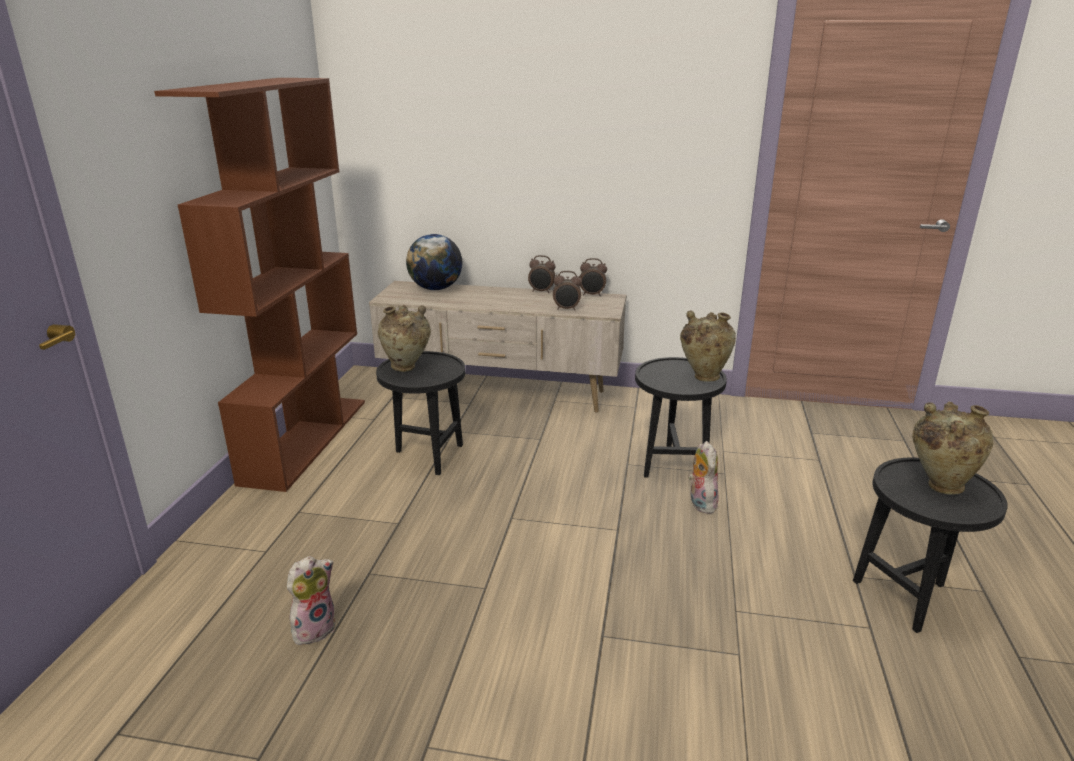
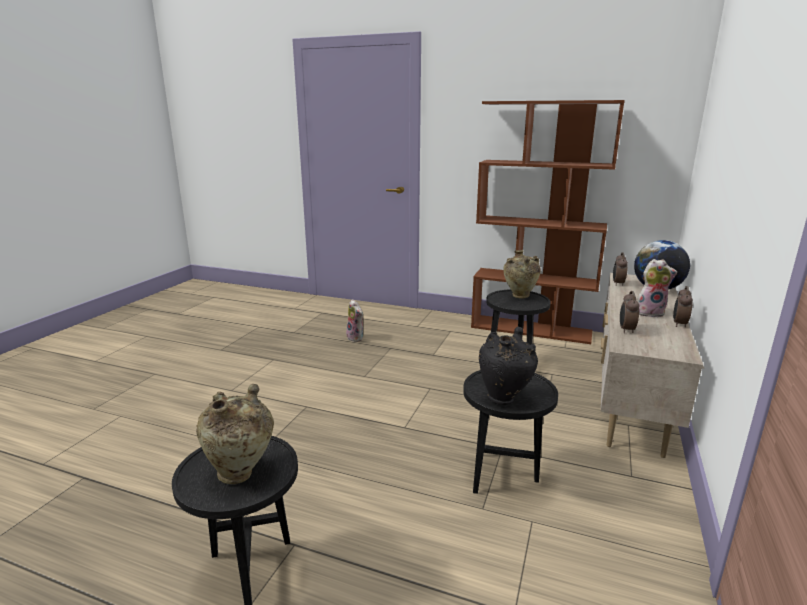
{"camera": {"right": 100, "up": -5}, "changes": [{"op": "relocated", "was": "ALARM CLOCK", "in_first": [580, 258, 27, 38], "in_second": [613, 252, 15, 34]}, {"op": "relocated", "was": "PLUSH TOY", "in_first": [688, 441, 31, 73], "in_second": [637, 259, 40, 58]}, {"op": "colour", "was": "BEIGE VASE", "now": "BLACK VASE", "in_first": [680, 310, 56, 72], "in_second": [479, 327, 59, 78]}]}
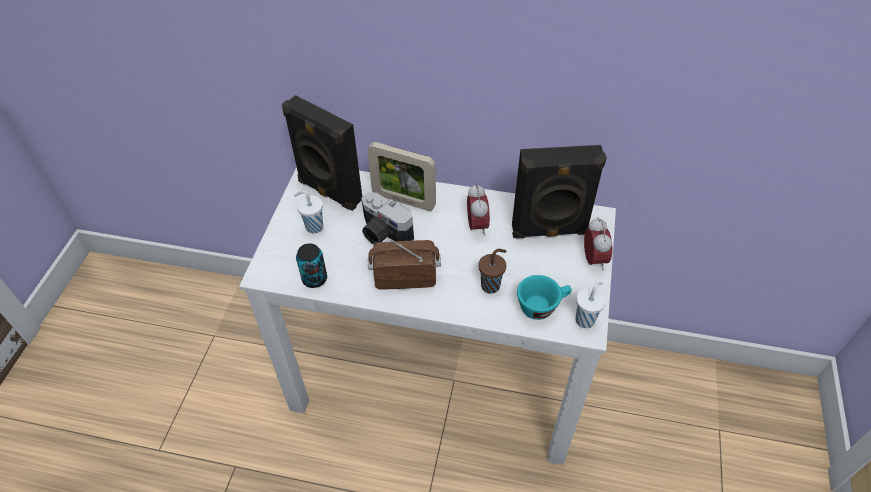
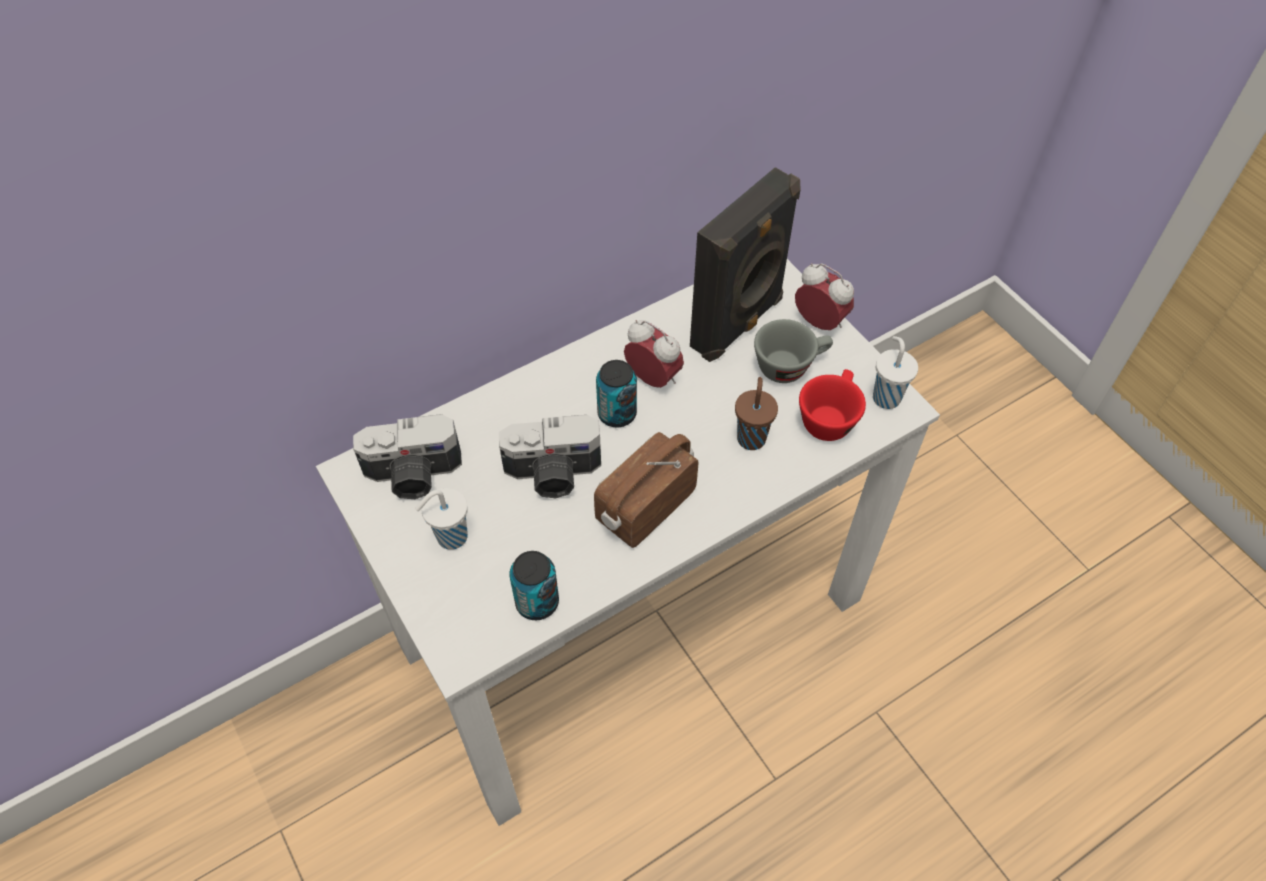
{"camera": {"right": -45, "up": 5}, "changes": [{"op": "missing", "was": "PICTURE FRAME", "in_first": [367, 142, 69, 69]}, {"op": "appeared", "now": "CAN", "in_second": [596, 360, 41, 68]}, {"op": "appeared", "now": "GREY CUP", "in_second": [754, 319, 79, 64]}, {"op": "exchanged", "was": "BLACK SPEAKER", "now": "PHOTO CAMERA", "in_first": [282, 95, 80, 116], "in_second": [353, 414, 109, 85]}, {"op": "colour", "was": "TURQUOISE CUP", "now": "RED CUP", "in_first": [517, 275, 55, 45], "in_second": [799, 369, 67, 72]}]}
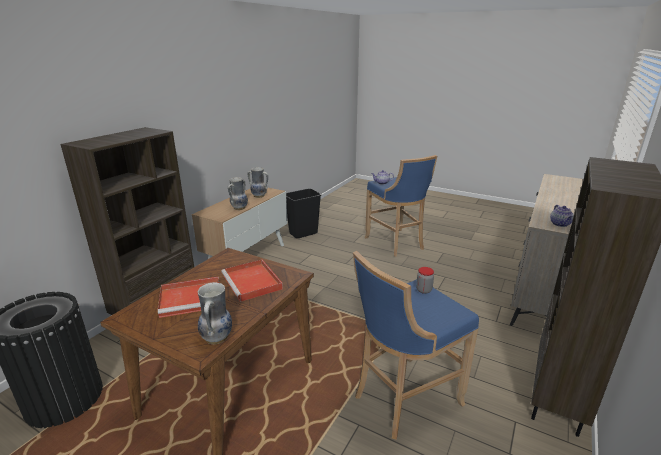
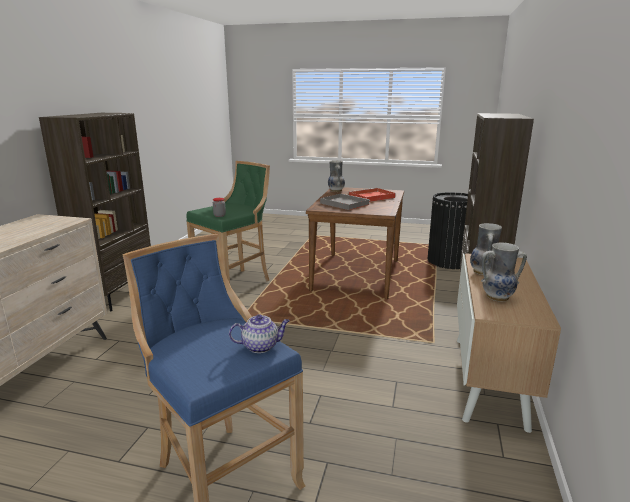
{"camera": {"right": 165, "up": -5}, "changes": [{"op": "missing", "was": "BLACK TRASH CAN", "in_first": [286, 188, 35, 50]}, {"op": "missing", "was": "TEAPOT", "in_first": [550, 205, 24, 22]}, {"op": "colour", "was": "RED TRAY", "now": "GREY TRAY", "in_first": [221, 259, 62, 43], "in_second": [320, 193, 50, 17]}, {"op": "colour", "was": "BLUE STOOL", "now": "GREEN STOOL", "in_first": [353, 251, 126, 189], "in_second": [186, 161, 84, 122]}]}
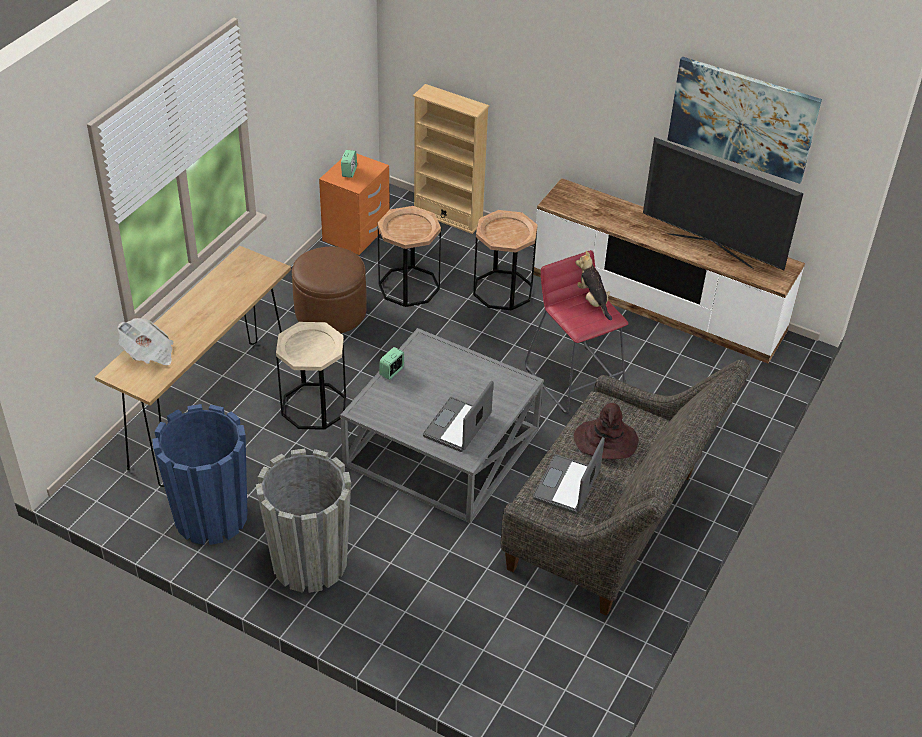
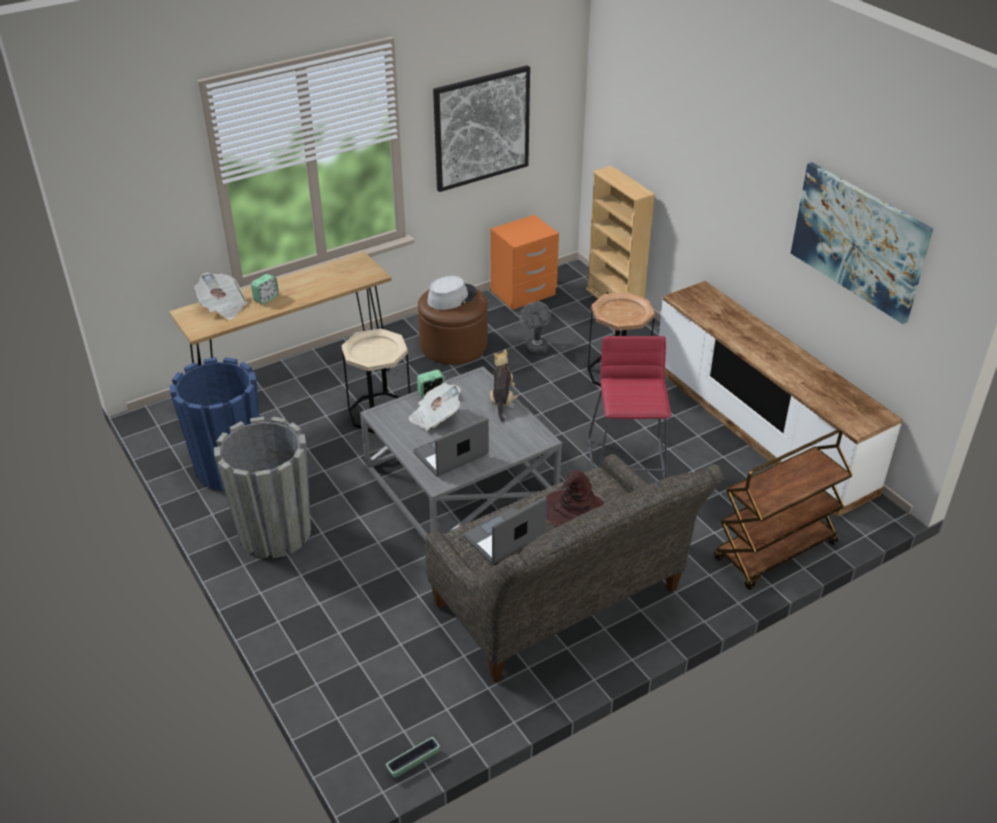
{"camera": {"right": 30, "up": -5}, "changes": [{"op": "missing", "was": "TELEVISION", "in_first": [643, 137, 161, 133]}, {"op": "appeared", "now": "PLANTER", "in_second": [386, 737, 54, 42]}, {"op": "appeared", "now": "NEWSPAPER", "in_second": [409, 383, 52, 48]}, {"op": "appeared", "now": "GREY HAT", "in_second": [427, 276, 49, 34]}, {"op": "appeared", "now": "PICTURE", "in_second": [433, 65, 97, 127]}, {"op": "appeared", "now": "BROWN CART", "in_second": [714, 429, 139, 161]}, {"op": "relocated", "was": "ALARM CLOCK", "in_first": [341, 150, 16, 28], "in_second": [251, 274, 28, 30]}, {"op": "relocated", "was": "PLUSH TOY", "in_first": [575, 250, 37, 70], "in_second": [490, 349, 28, 73]}, {"op": "exchanged", "was": "BROWN SIDE TABLE", "now": "GREY FAN", "in_first": [377, 206, 64, 101], "in_second": [519, 302, 32, 53]}]}
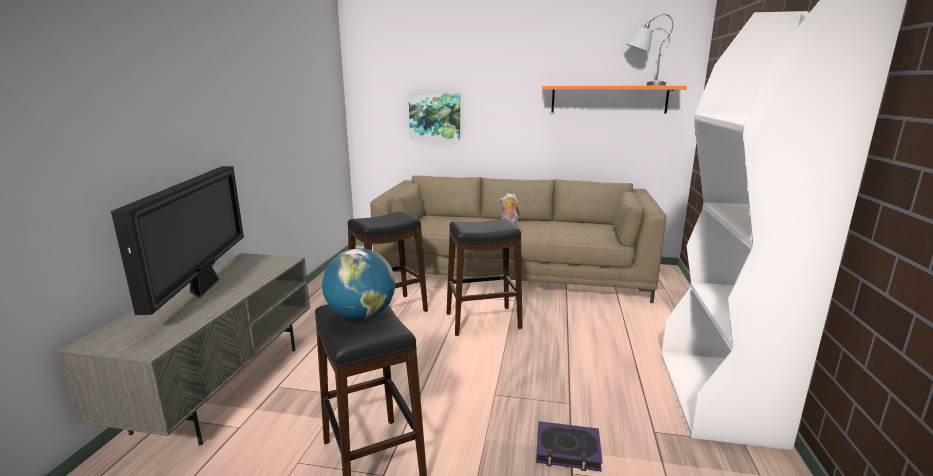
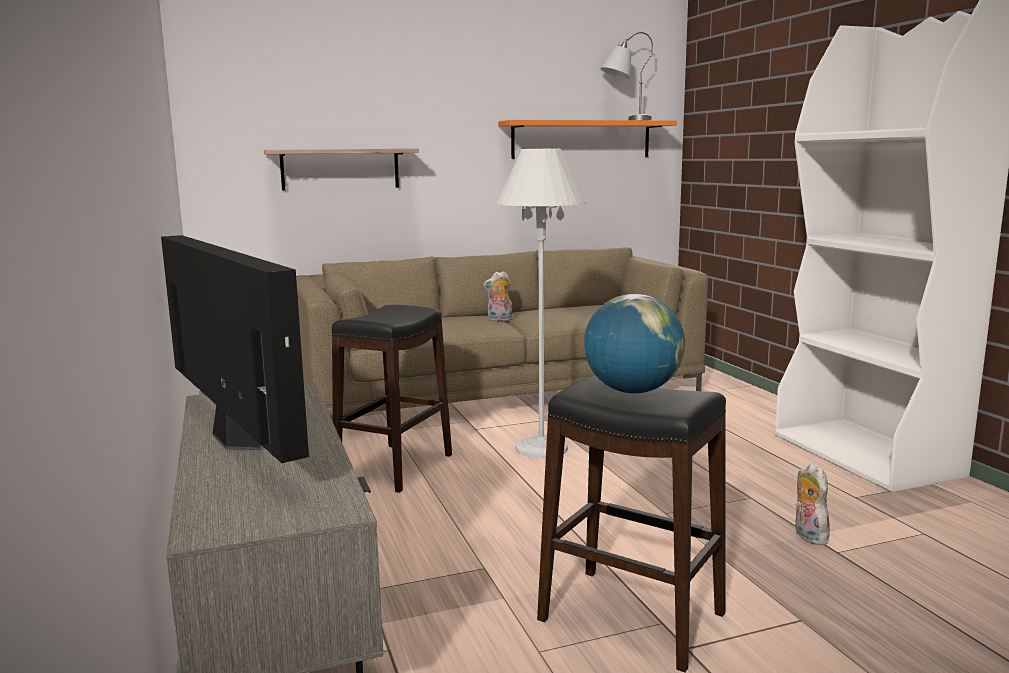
{"camera": {"right": -30, "up": -5}, "changes": [{"op": "exchanged", "was": "PICTURE", "now": "SHELF", "in_first": [408, 93, 52, 47], "in_second": [264, 148, 155, 42]}, {"op": "exchanged", "was": "BLACK STOOL", "now": "WHITE FLOOR LAMP", "in_first": [447, 218, 75, 118], "in_second": [496, 149, 90, 309]}, {"op": "exchanged", "was": "BOOK", "now": "PLUSH TOY", "in_first": [536, 421, 66, 50], "in_second": [795, 463, 35, 82]}]}
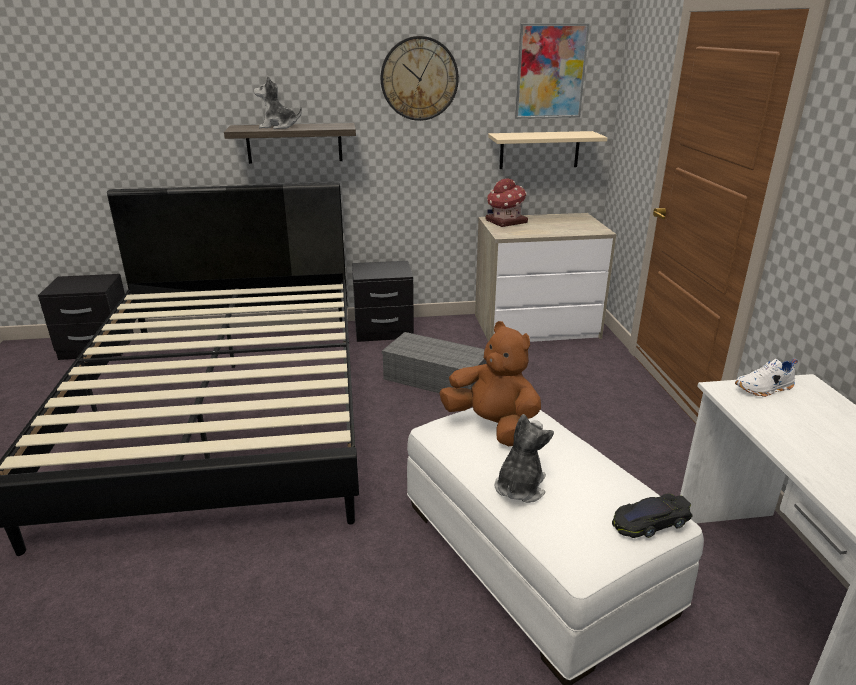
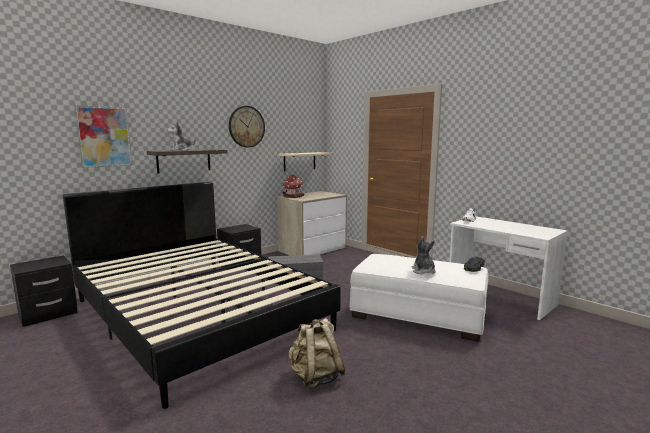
{"camera": {"right": -35, "up": -15}, "changes": [{"op": "missing", "was": "BROWN PLUSH TOY", "in_first": [439, 321, 102, 125]}, {"op": "appeared", "now": "BEIGE BACKPACK", "in_second": [289, 318, 57, 71]}, {"op": "relocated", "was": "PICTURE", "in_first": [515, 23, 75, 96], "in_second": [74, 105, 58, 63]}]}
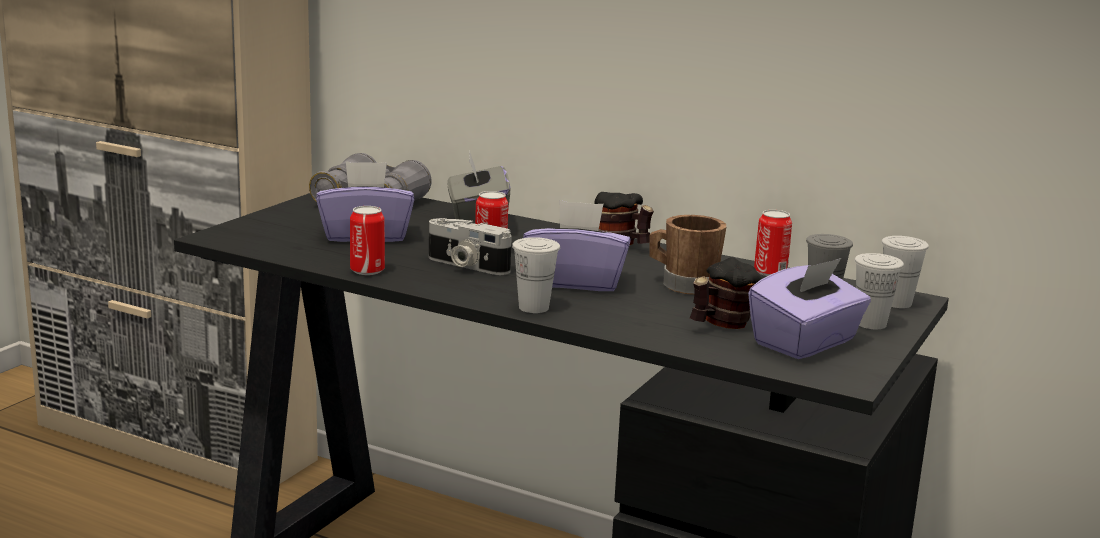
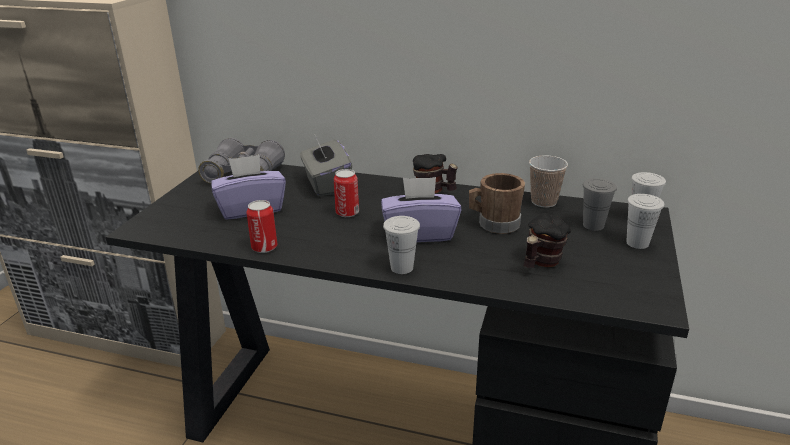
{"camera": {"right": -10, "up": 10}, "changes": [{"op": "missing", "was": "PHOTO CAMERA", "in_first": [429, 218, 83, 57]}, {"op": "missing", "was": "PURPLE TISSUE BOX", "in_first": [748, 258, 123, 101]}, {"op": "exchanged", "was": "CAN", "now": "CUP", "in_first": [754, 210, 38, 66], "in_second": [529, 155, 39, 53]}]}
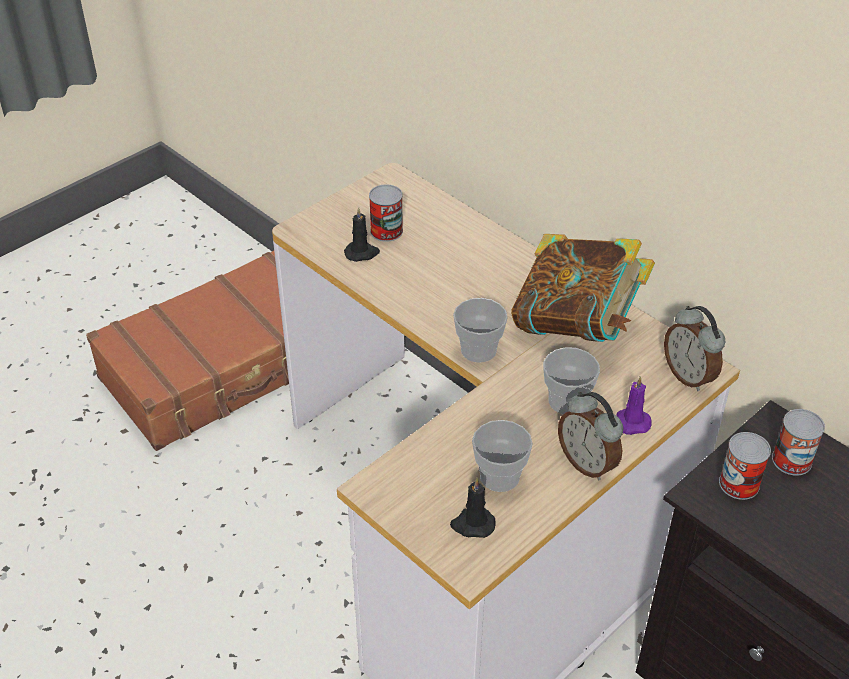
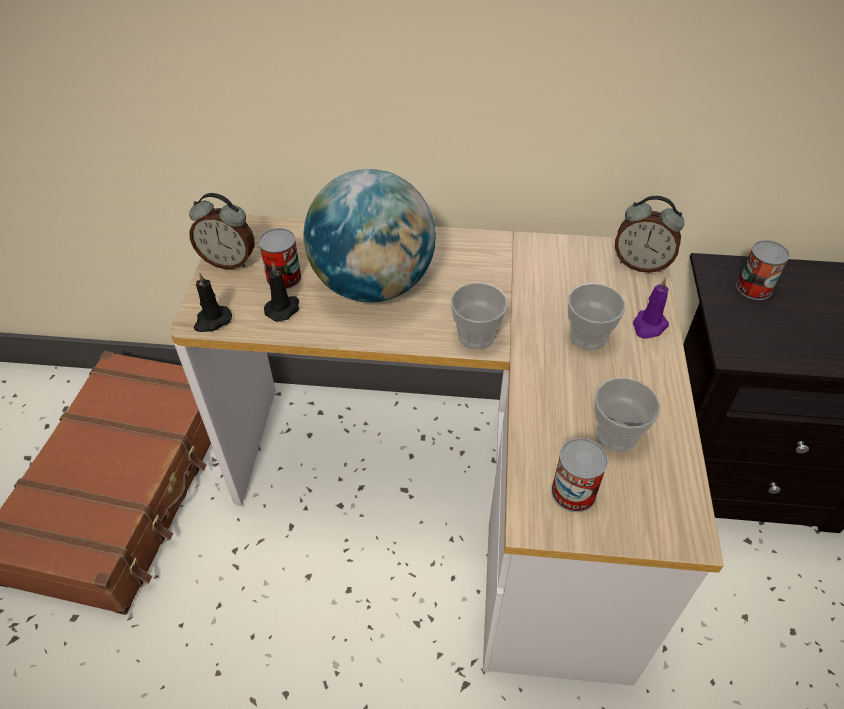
{"camera": {"right": -40, "up": 5}, "changes": [{"op": "missing", "was": "BOOK", "in_first": [511, 234, 144, 108]}, {"op": "appeared", "now": "GLOBE", "in_second": [303, 169, 133, 134]}, {"op": "relocated", "was": "BLACK CANDLE", "in_first": [450, 478, 46, 60], "in_second": [194, 272, 38, 60]}, {"op": "relocated", "was": "ALARM CLOCK", "in_first": [558, 392, 65, 89], "in_second": [189, 193, 66, 76]}, {"op": "relocated", "was": "CAN", "in_first": [719, 432, 52, 68], "in_second": [551, 438, 57, 74]}]}
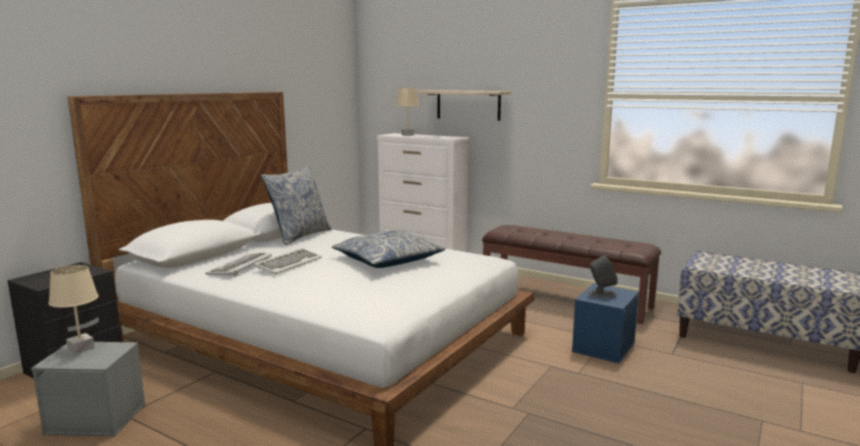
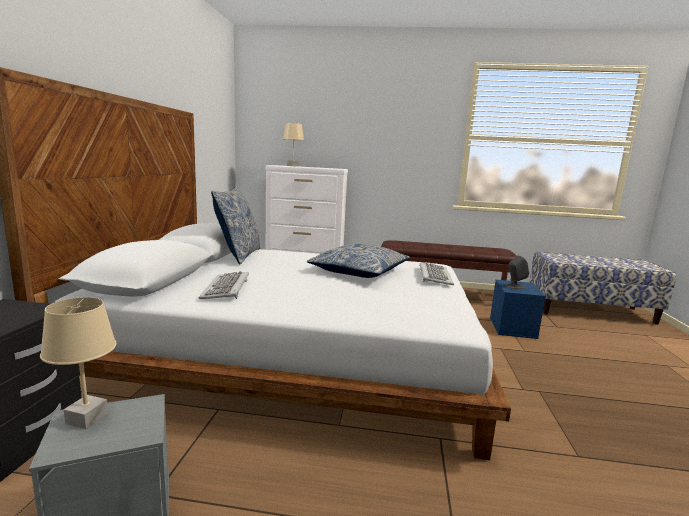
{"camera": {"right": -25, "up": 0}, "changes": [{"op": "missing", "was": "SHELF", "in_first": [416, 90, 95, 31]}, {"op": "relocated", "was": "KEYBOARD", "in_first": [253, 248, 69, 26], "in_second": [420, 262, 34, 23]}]}
